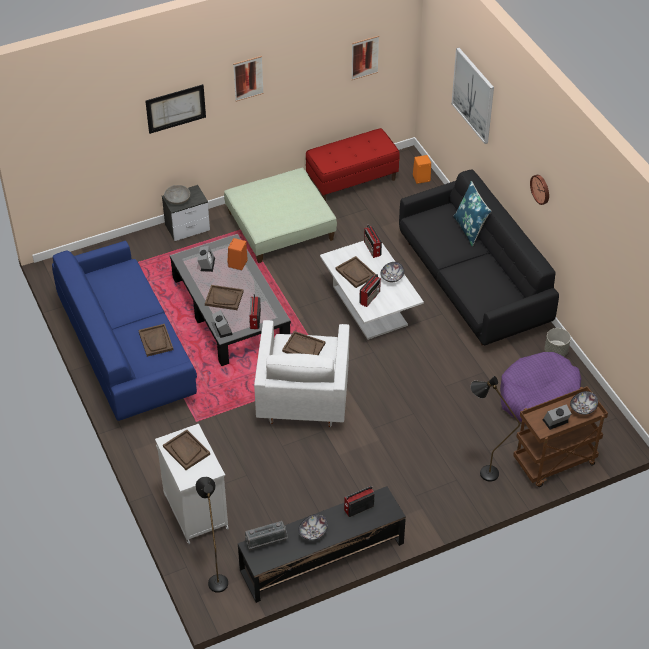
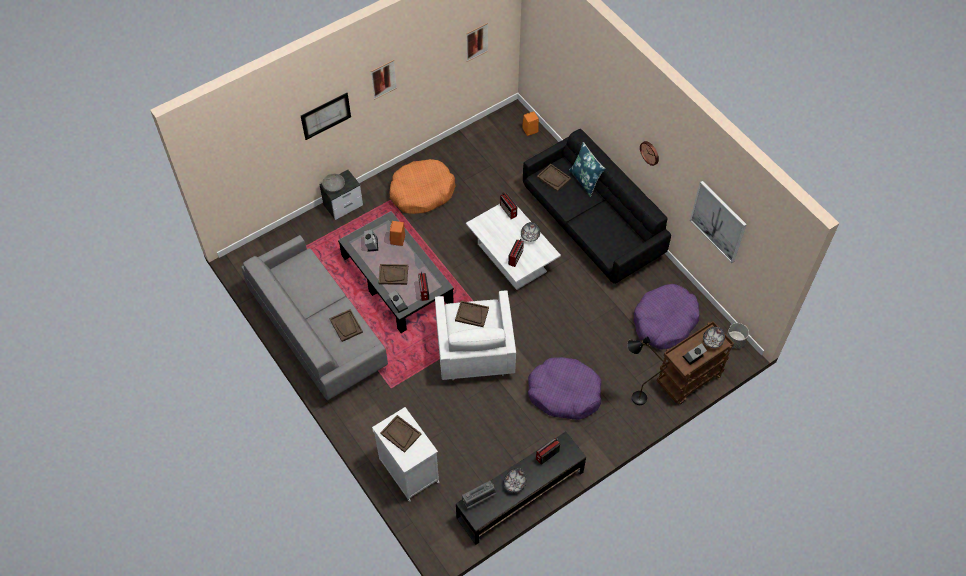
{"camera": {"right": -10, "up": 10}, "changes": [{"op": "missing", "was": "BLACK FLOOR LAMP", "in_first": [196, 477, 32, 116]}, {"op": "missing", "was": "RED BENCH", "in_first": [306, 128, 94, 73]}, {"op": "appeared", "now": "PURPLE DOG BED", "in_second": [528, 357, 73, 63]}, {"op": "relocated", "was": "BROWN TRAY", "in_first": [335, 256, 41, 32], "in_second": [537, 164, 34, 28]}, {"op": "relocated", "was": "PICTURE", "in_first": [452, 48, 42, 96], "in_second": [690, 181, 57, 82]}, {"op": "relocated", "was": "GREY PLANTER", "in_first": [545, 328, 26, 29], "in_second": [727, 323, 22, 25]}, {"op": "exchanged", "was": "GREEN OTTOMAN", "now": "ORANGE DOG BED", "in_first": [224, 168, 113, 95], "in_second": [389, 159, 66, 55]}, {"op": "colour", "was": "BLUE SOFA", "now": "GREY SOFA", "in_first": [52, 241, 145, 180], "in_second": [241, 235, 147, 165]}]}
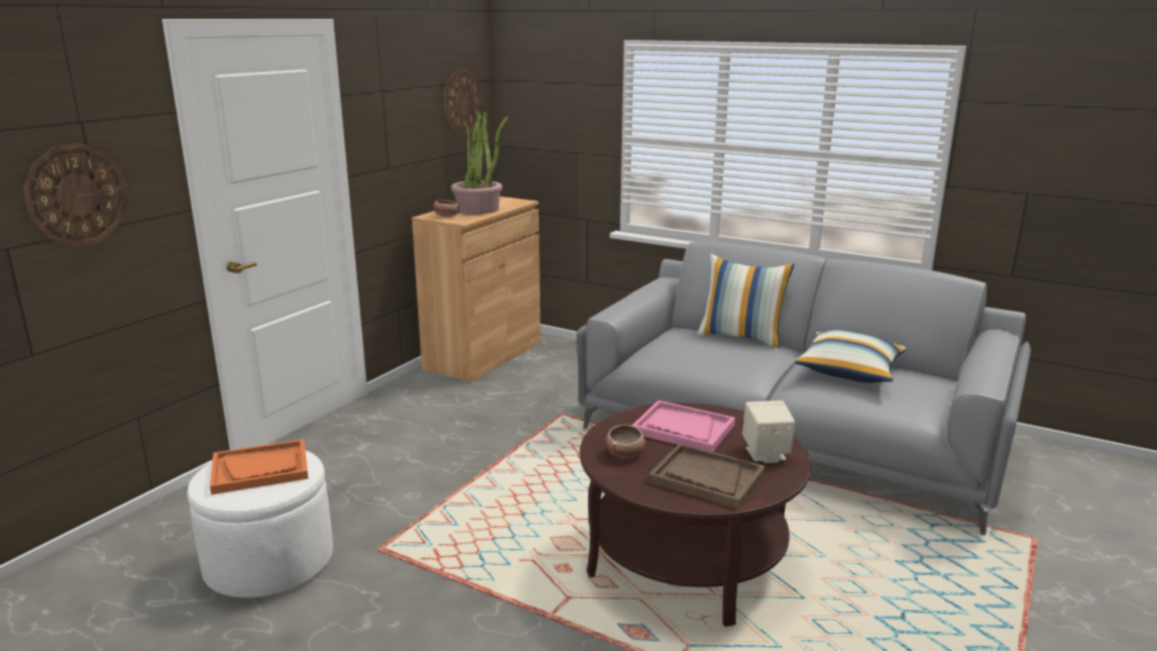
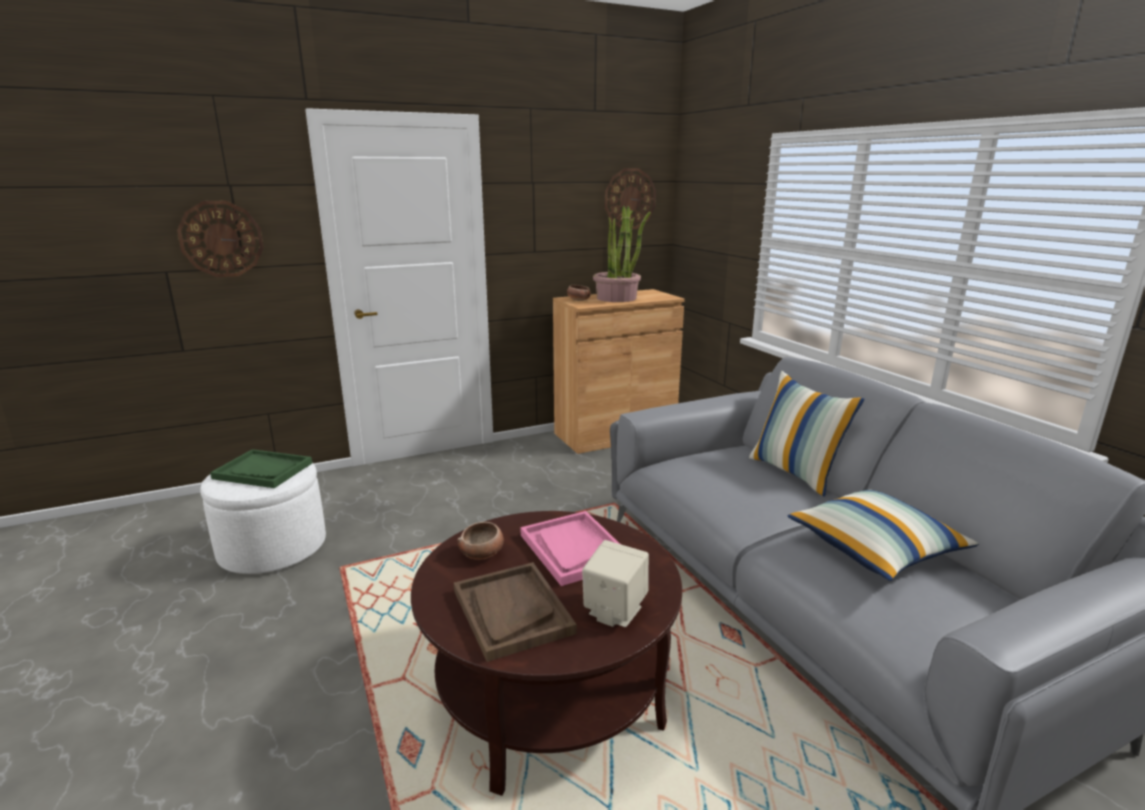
{"camera": {"right": 35, "up": 0}, "changes": [{"op": "colour", "was": "ORANGE TRAY", "now": "GREEN TRAY", "in_first": [210, 439, 98, 56], "in_second": [210, 449, 102, 39]}]}
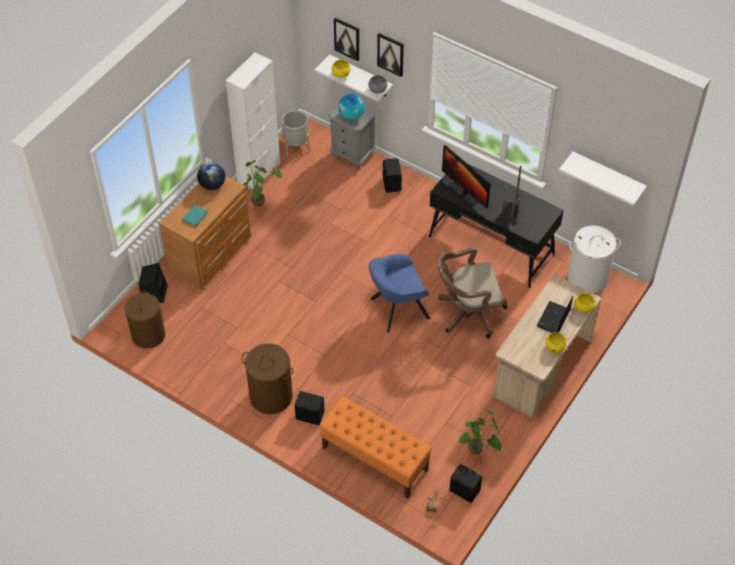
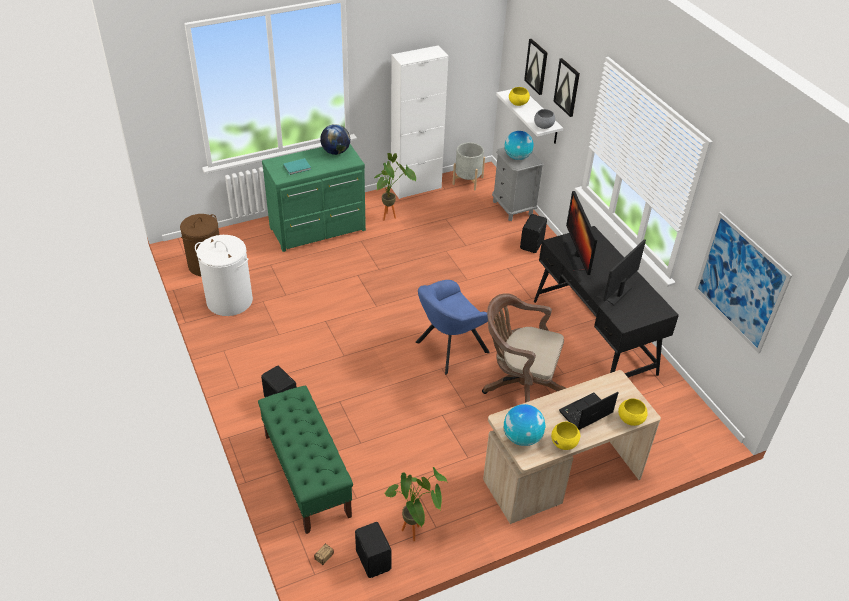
{"camera": {"right": 30, "up": -10}, "changes": [{"op": "missing", "was": "BLACK SPEAKER", "in_first": [139, 263, 29, 40]}, {"op": "missing", "was": "BROWN LAUNDRY BASKET", "in_first": [241, 343, 52, 71]}, {"op": "appeared", "now": "GLOBE", "in_second": [503, 404, 43, 42]}, {"op": "relocated", "was": "WHITE LAUNDRY BASKET", "in_first": [567, 225, 54, 68], "in_second": [195, 235, 58, 81]}, {"op": "exchanged", "was": "WHITE SHELF", "now": "PICTURE", "in_first": [559, 152, 88, 54], "in_second": [695, 212, 97, 142]}, {"op": "colour", "was": "BROWN DRESSER", "now": "GREEN DRESSER", "in_first": [159, 176, 92, 114], "in_second": [262, 144, 104, 108]}, {"op": "colour", "was": "ORANGE BENCH", "now": "GREEN BENCH", "in_first": [319, 396, 113, 103], "in_second": [258, 386, 95, 148]}, {"op": "spun", "was": "BLUE ARMCHAIR", "in_first": [369, 254, 61, 79], "in_second": [416, 280, 74, 95], "clockwise": -45}]}
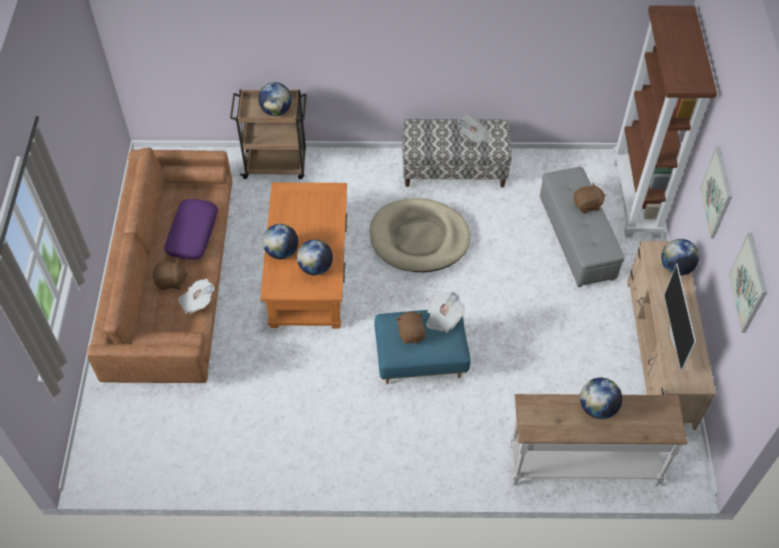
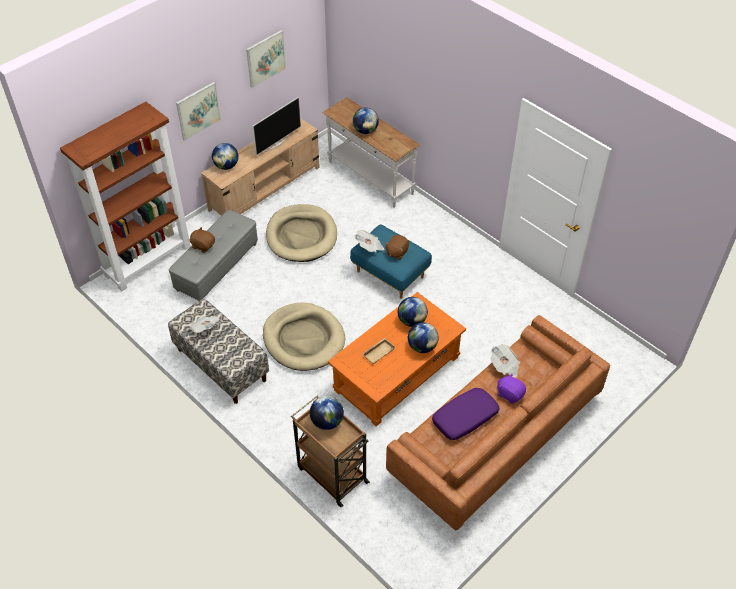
{"camera": {"right": -135, "up": -5}, "changes": [{"op": "appeared", "now": "BEIGE DOG BED", "in_second": [266, 204, 71, 58]}, {"op": "appeared", "now": "BEIGE TRAY", "in_second": [363, 338, 32, 26]}, {"op": "colour", "was": "BROWN PLUSH TOY", "now": "PURPLE PLUSH TOY", "in_first": [153, 259, 35, 31], "in_second": [497, 373, 29, 31]}]}
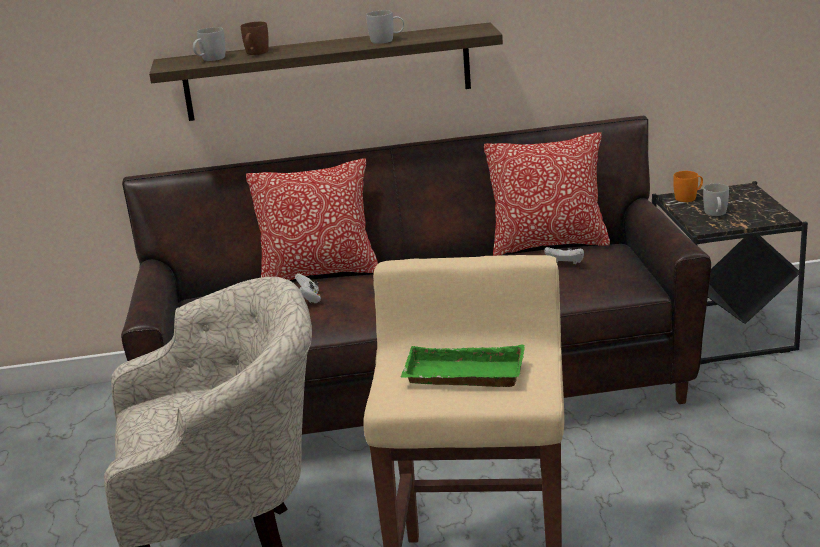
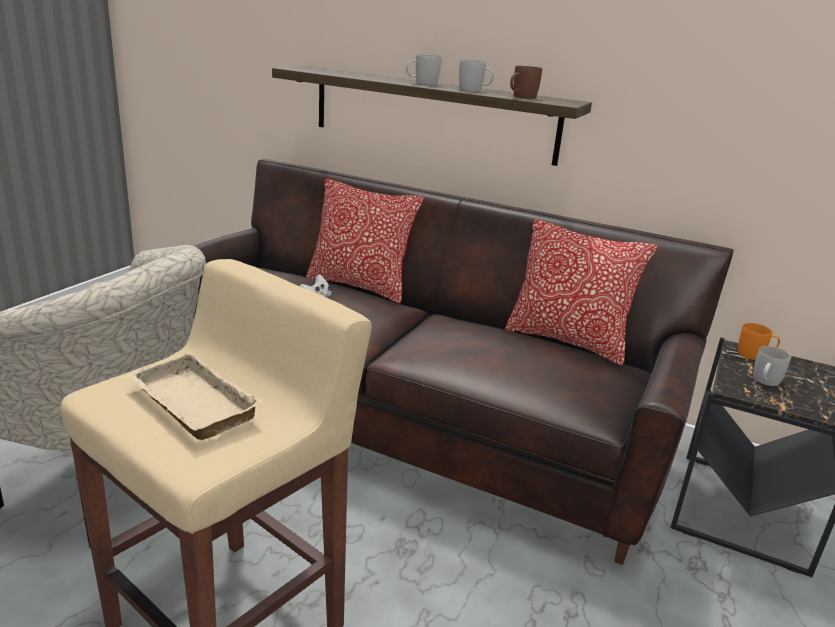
{"camera": {"right": 30, "up": 0}, "changes": [{"op": "missing", "was": "WHITE GAME CONTROLLER", "in_first": [545, 247, 39, 18]}, {"op": "relocated", "was": "WHITE MUG", "in_first": [193, 27, 32, 34], "in_second": [406, 54, 35, 31]}, {"op": "relocated", "was": "BROWN MUG", "in_first": [241, 22, 28, 33], "in_second": [510, 66, 32, 33]}, {"op": "colour", "was": "GREEN TRAY", "now": "BEIGE TRAY", "in_first": [401, 345, 124, 42], "in_second": [126, 352, 137, 88]}]}
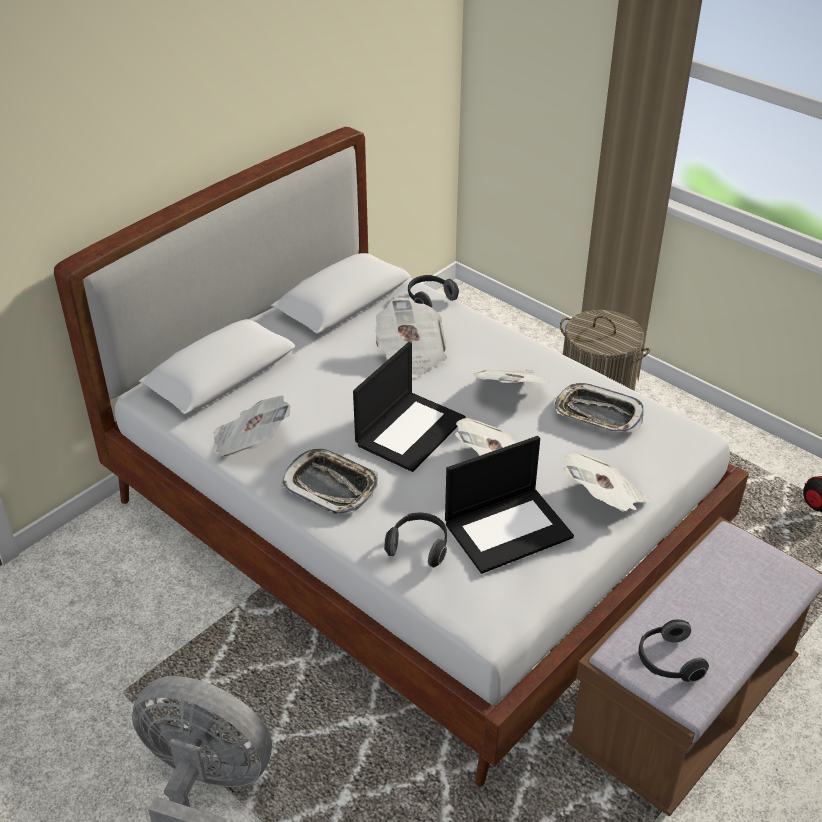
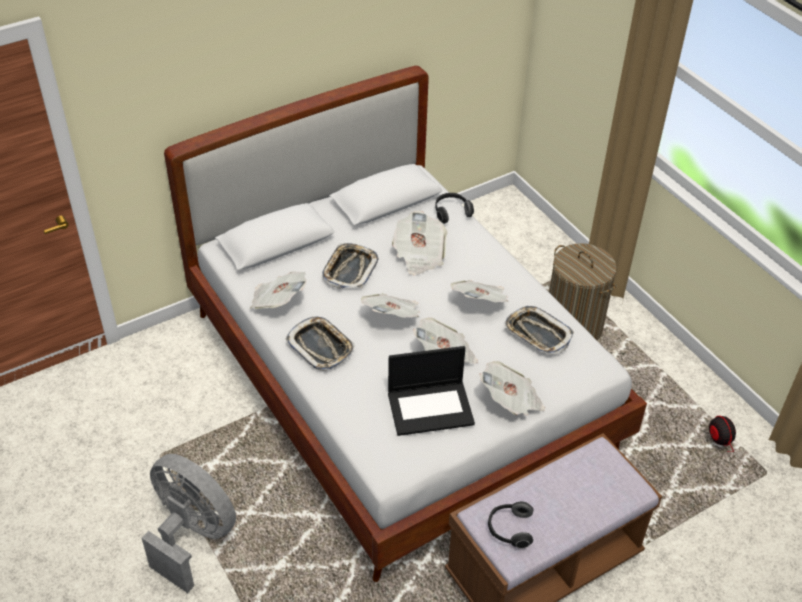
{"camera": {"right": 15, "up": 5}, "changes": [{"op": "missing", "was": "HEADPHONES", "in_first": [384, 512, 63, 56]}, {"op": "appeared", "now": "TRAY", "in_second": [322, 243, 56, 46]}, {"op": "exchanged", "was": "LAPTOP", "now": "NEWSPAPER", "in_first": [353, 342, 113, 130], "in_second": [361, 293, 59, 25]}]}
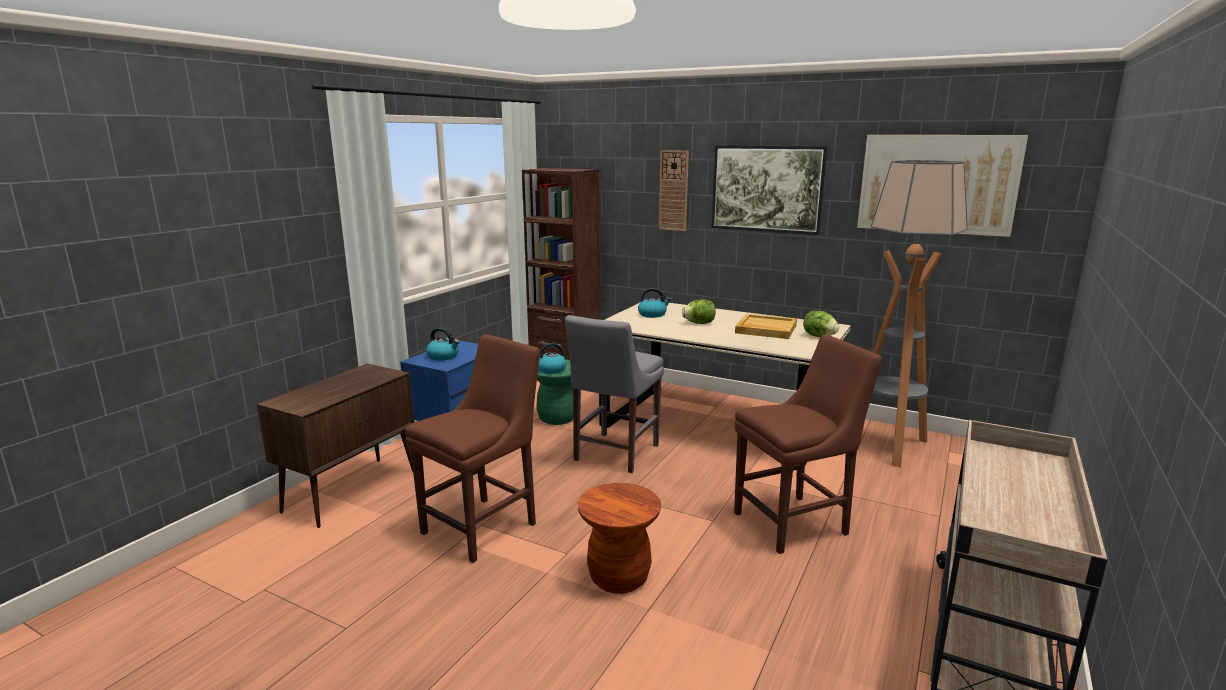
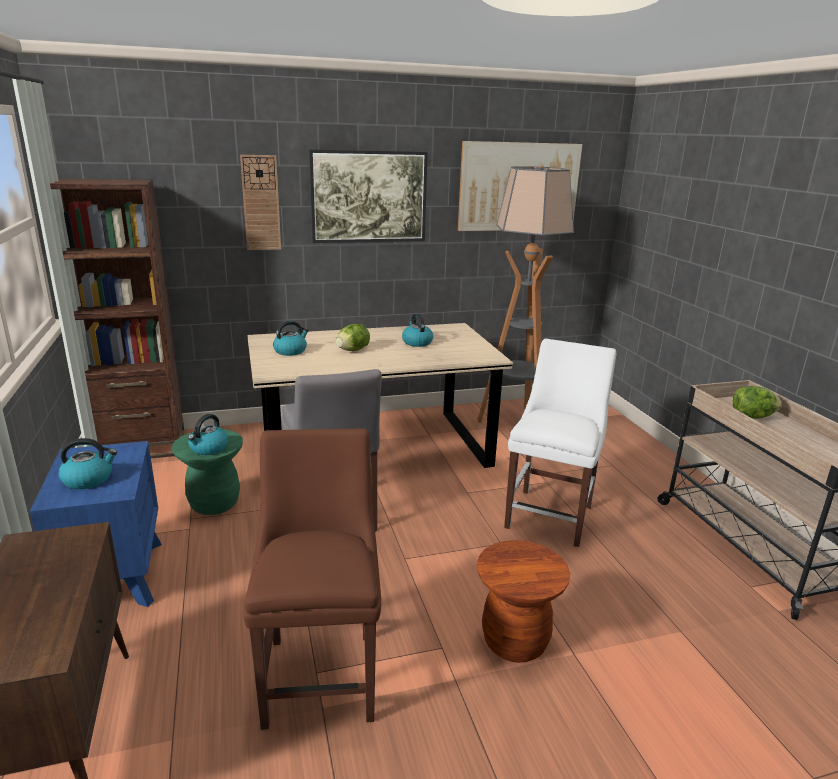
{"camera": {"right": -45, "up": 5}, "changes": [{"op": "relocated", "was": "LETTUCE", "in_first": [803, 311, 36, 26], "in_second": [733, 386, 49, 32]}, {"op": "exchanged", "was": "BEIGE TRAY", "now": "KETTLE", "in_first": [735, 314, 62, 25], "in_second": [402, 314, 31, 33]}, {"op": "colour", "was": "BROWN CHAIR", "now": "WHITE CHAIR", "in_first": [734, 335, 148, 219], "in_second": [504, 339, 112, 208]}]}
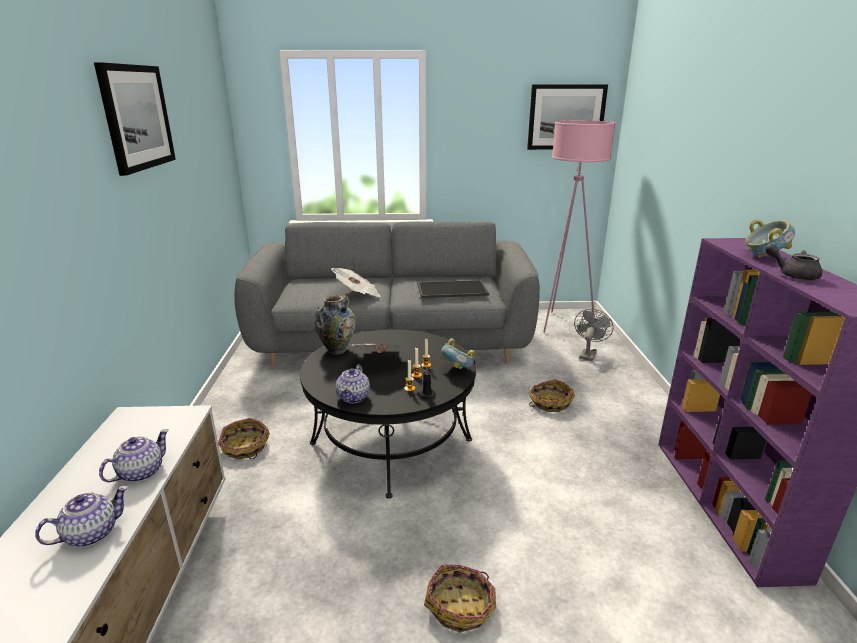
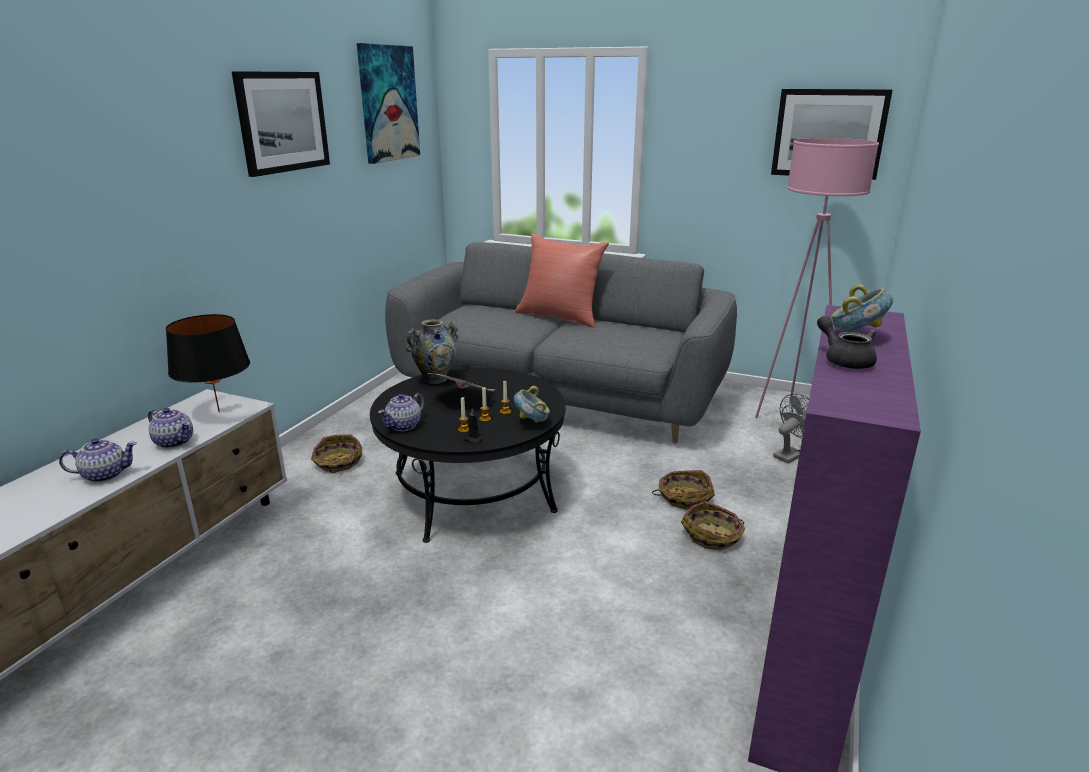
{"camera": {"right": 25, "up": 0}, "changes": [{"op": "missing", "was": "NEWSPAPER", "in_first": [331, 268, 50, 29]}, {"op": "missing", "was": "TRAY", "in_first": [417, 280, 72, 18]}, {"op": "appeared", "now": "BLACK TABLE LAMP", "in_second": [166, 314, 84, 98]}, {"op": "appeared", "now": "PICTURE", "in_second": [357, 43, 63, 121]}, {"op": "appeared", "now": "RED PILLOW", "in_second": [515, 234, 94, 93]}, {"op": "relocated", "was": "BASKET", "in_first": [424, 565, 72, 67], "in_second": [681, 501, 65, 49]}, {"op": "spun", "was": "TEAPOT", "in_first": [99, 429, 70, 53], "in_second": [148, 408, 45, 40], "clockwise": 60}]}
